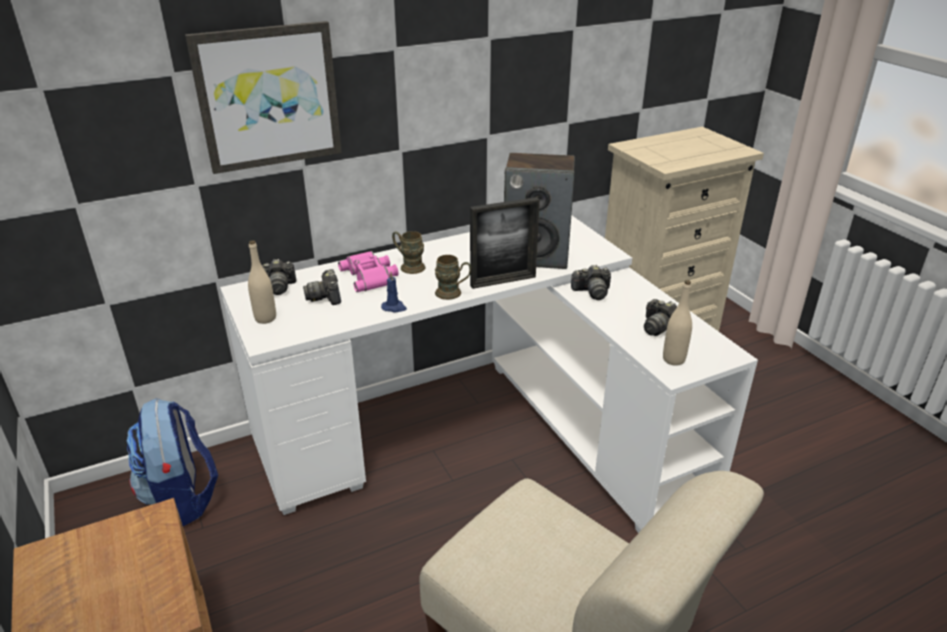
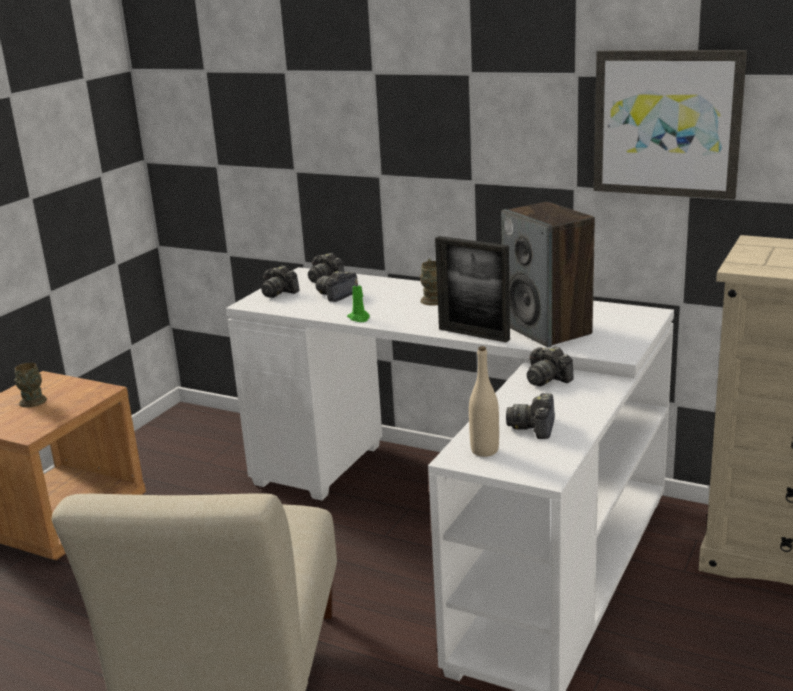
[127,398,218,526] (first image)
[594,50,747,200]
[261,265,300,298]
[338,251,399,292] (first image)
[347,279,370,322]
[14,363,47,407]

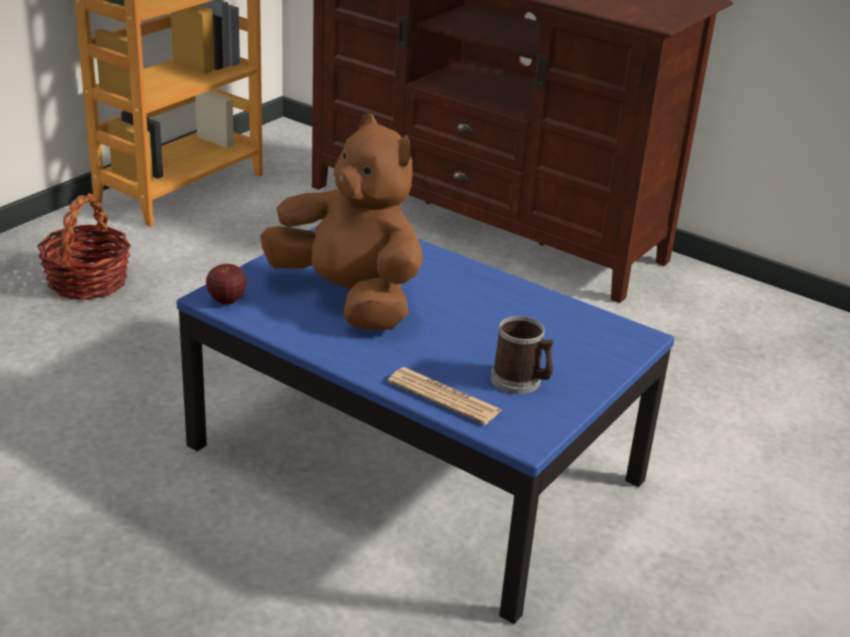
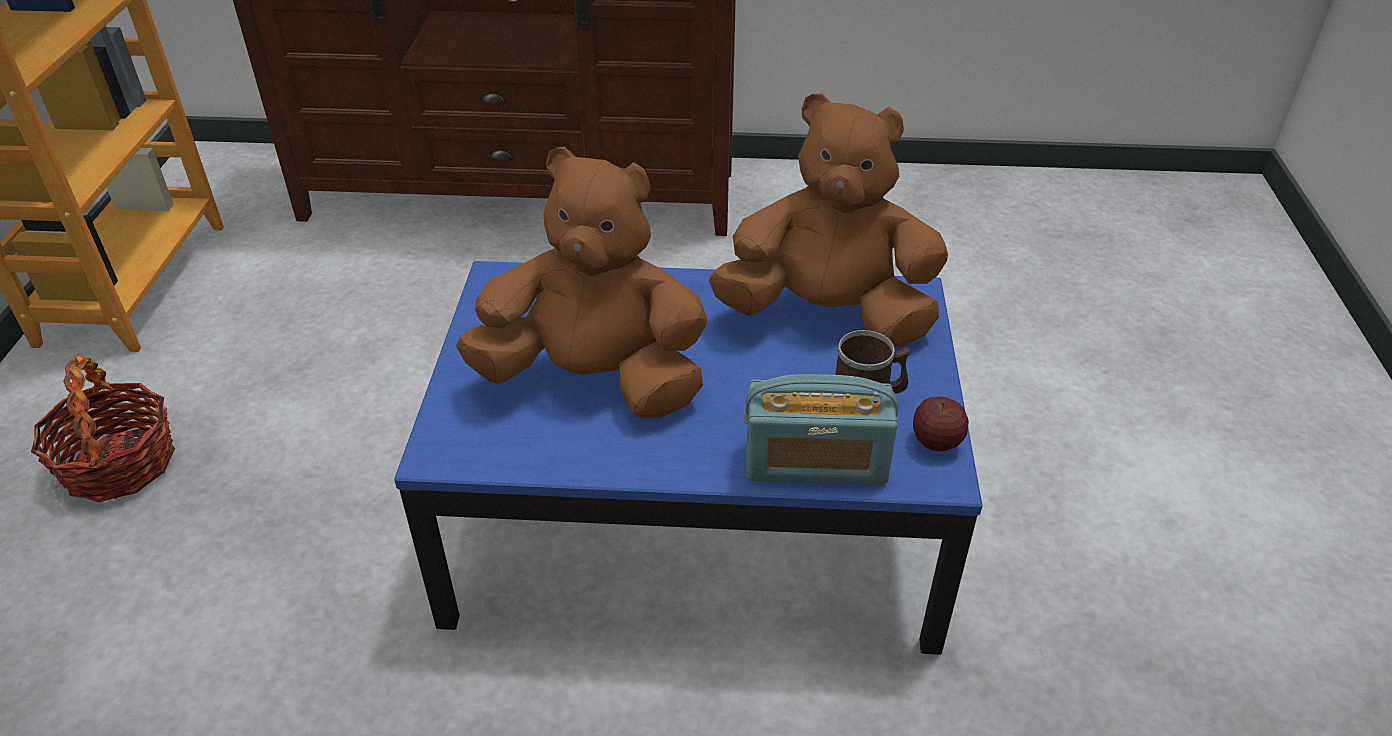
[913,396,969,451]
[744,374,898,485]
[709,93,948,348]

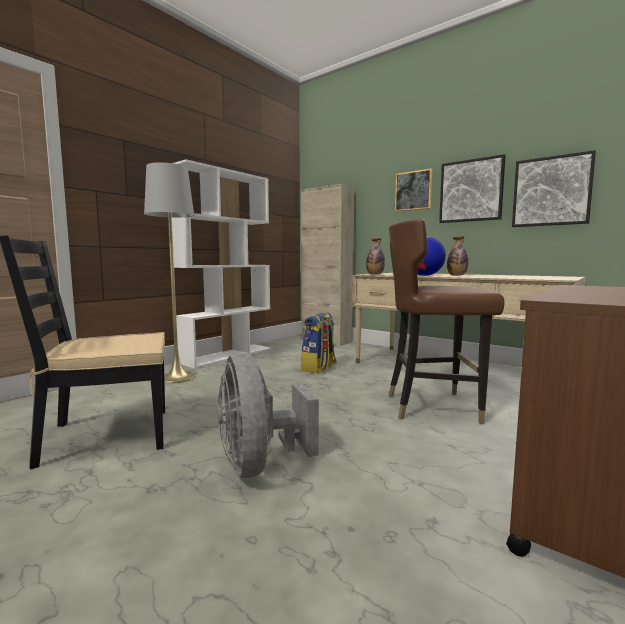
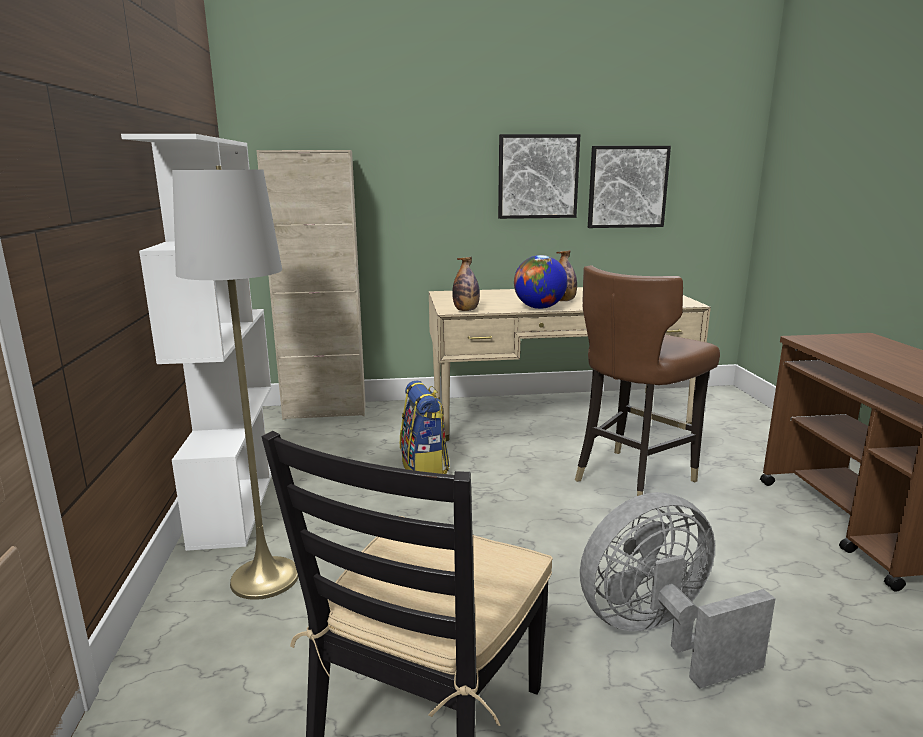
[580,492,776,689]
[395,169,432,212] (first image)

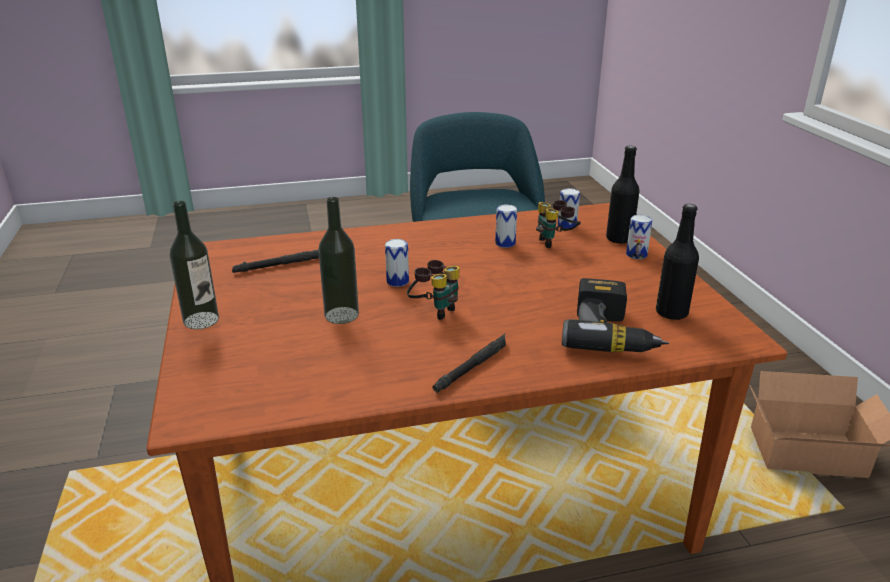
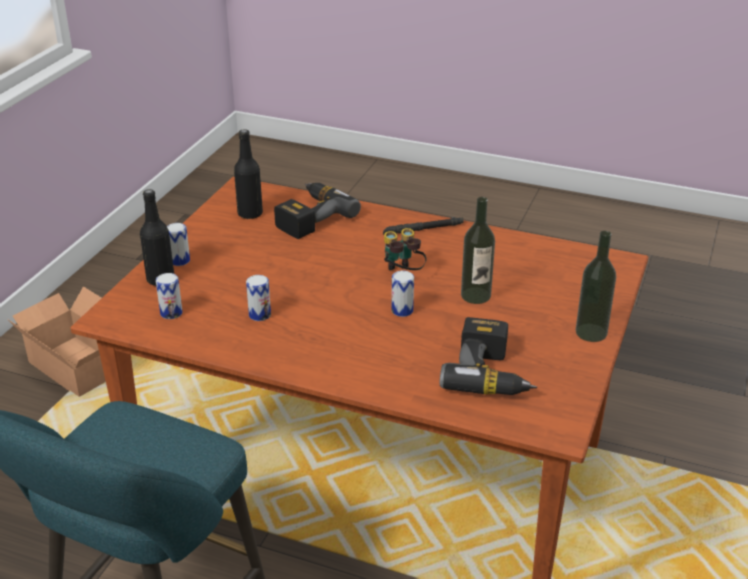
[440,317,537,395]
[536,200,581,248] (first image)

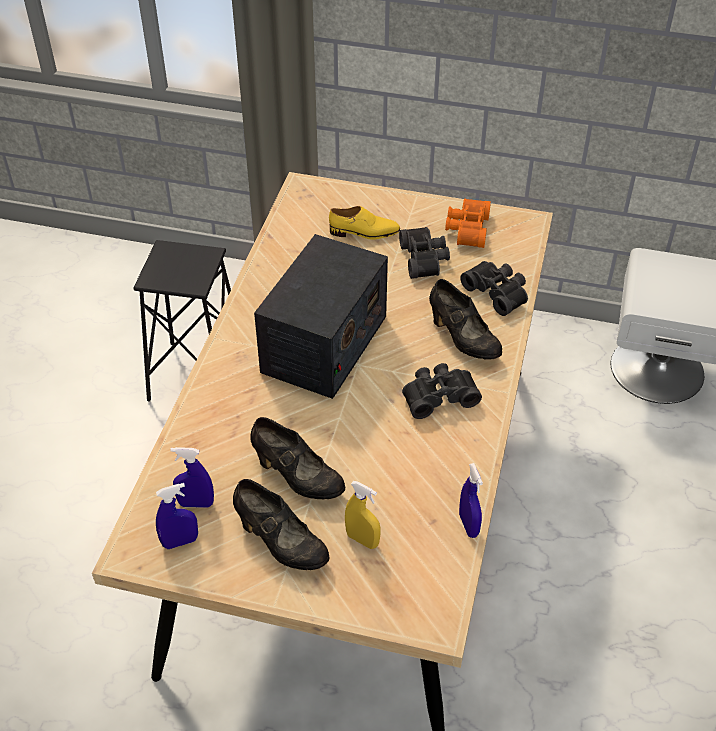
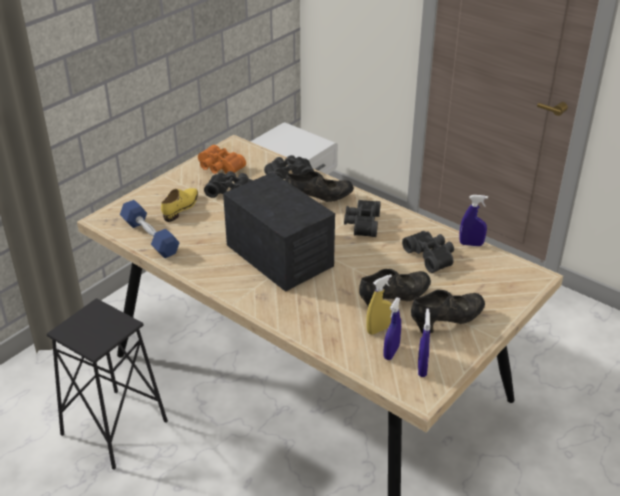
[366,275,392,334]
[120,200,179,258]
[402,231,454,273]

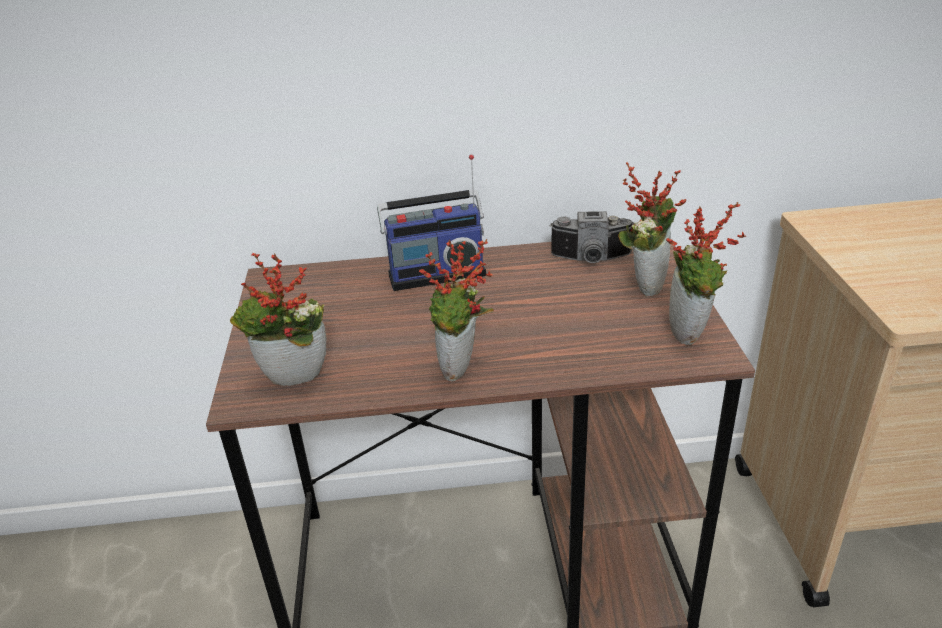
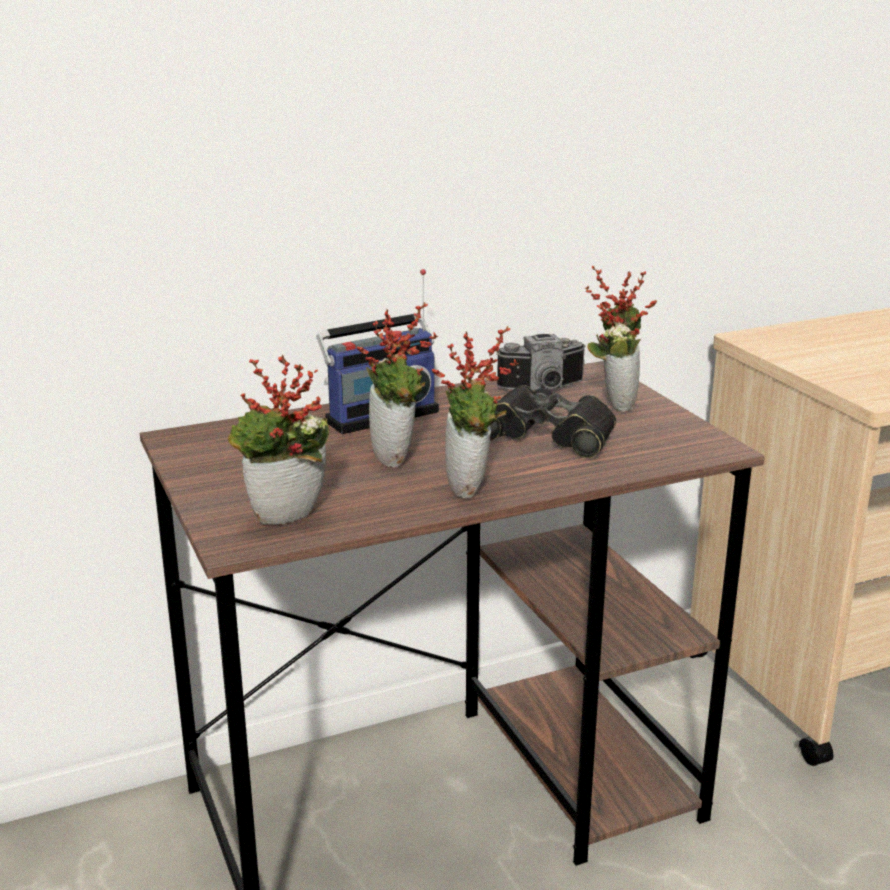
[357,302,438,467]
[490,385,616,458]

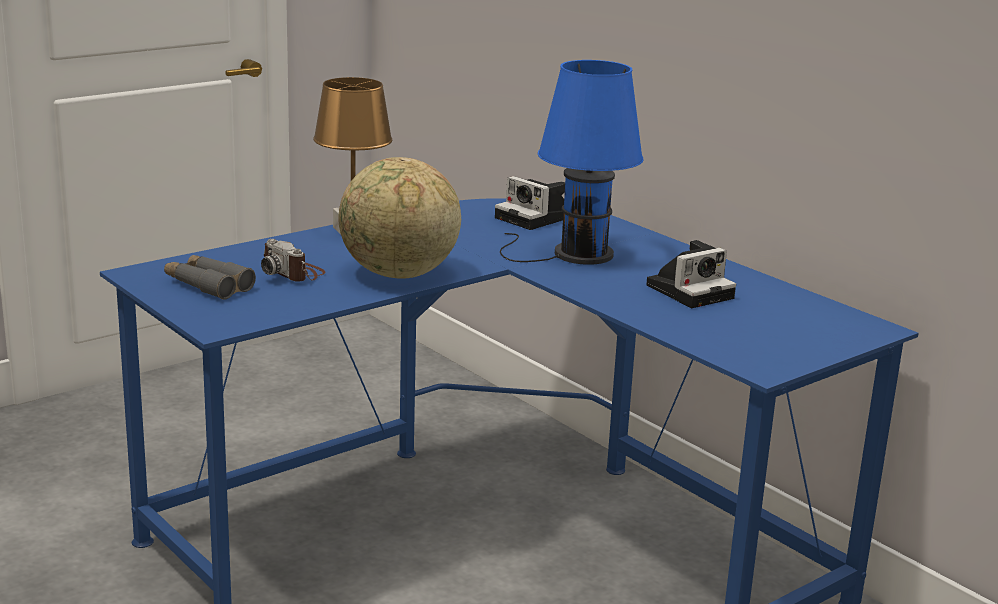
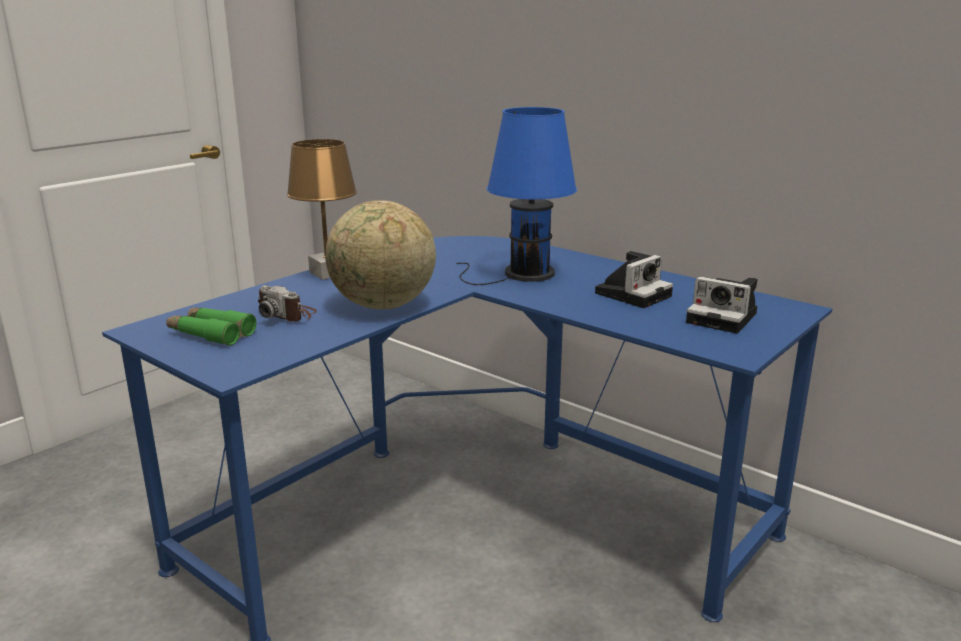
[166,307,257,346]
[686,277,757,334]

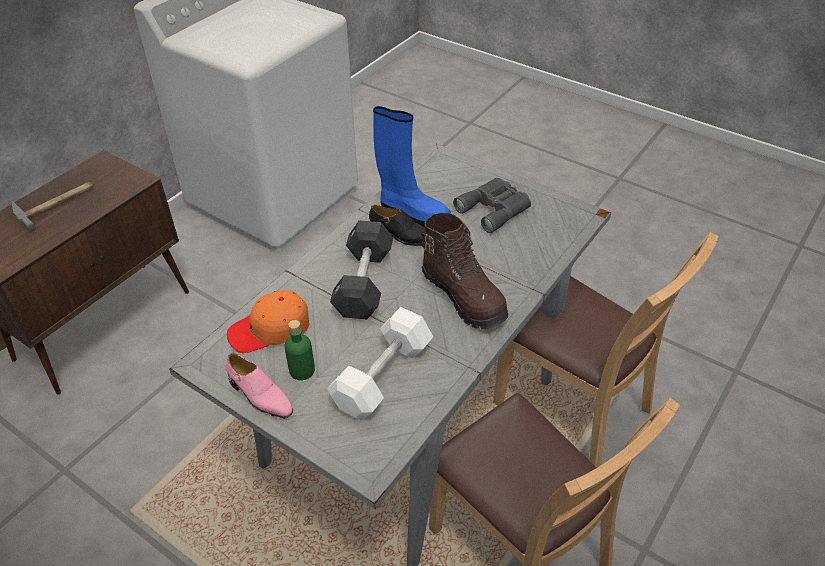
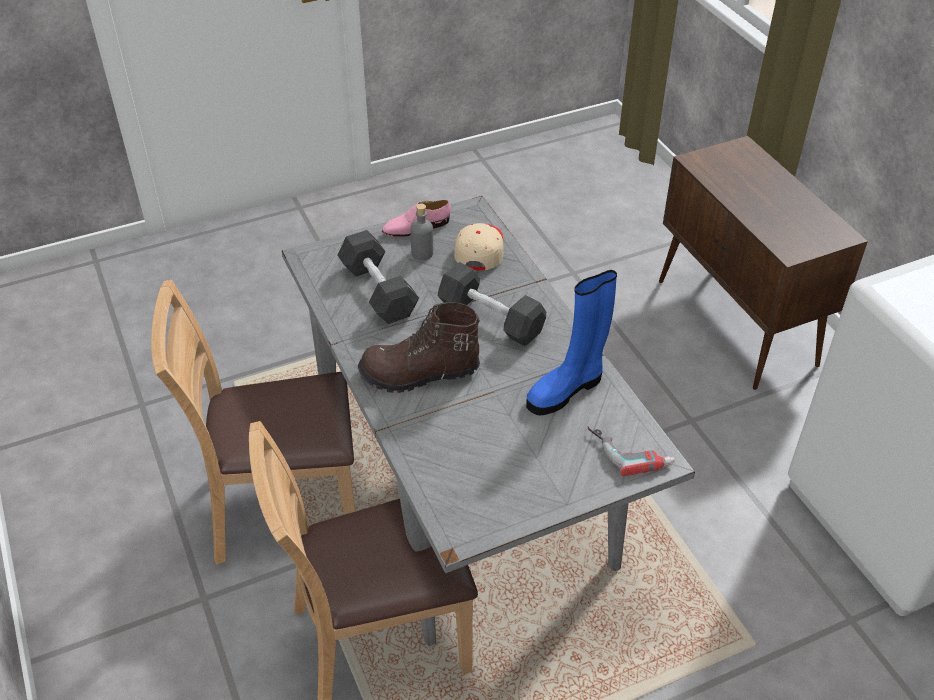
[11,182,93,231] (first image)
[454,223,504,270]
[410,204,433,260]
[337,230,419,324]
[369,205,425,246] (first image)
[453,178,531,233] (first image)
[588,426,675,476]

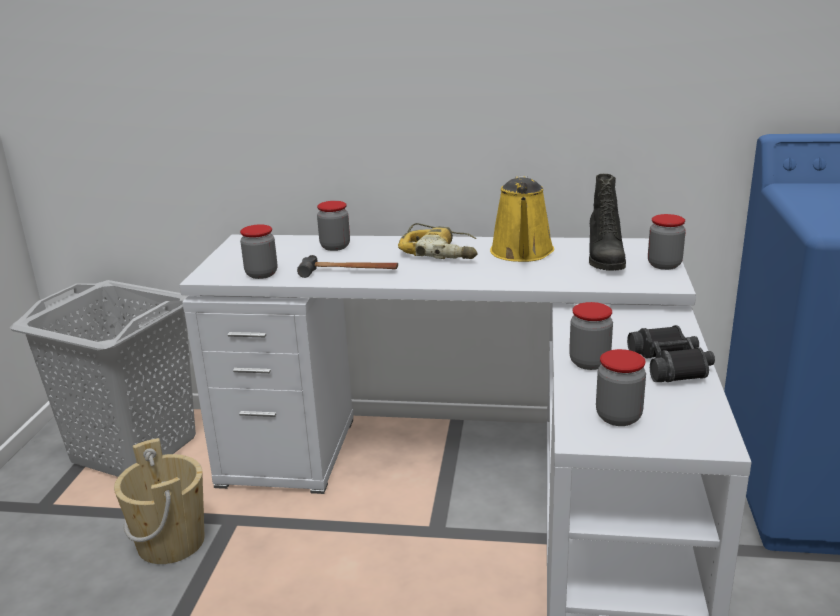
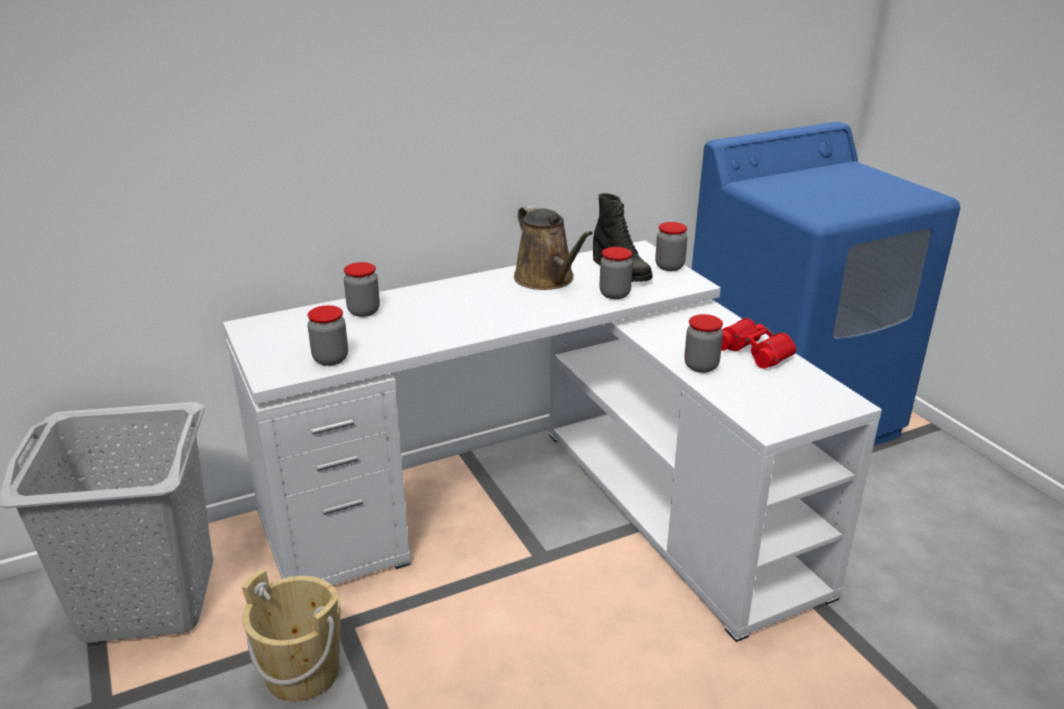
[297,255,398,278] (first image)
[398,223,478,259] (first image)
[514,205,593,290]
[600,247,633,299]
[721,318,796,369]

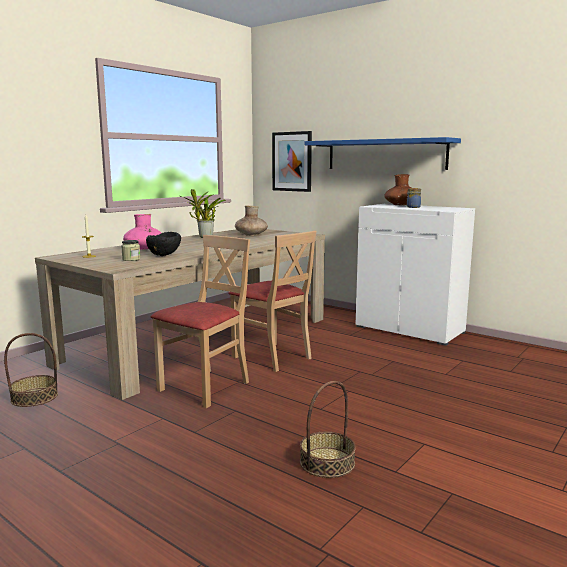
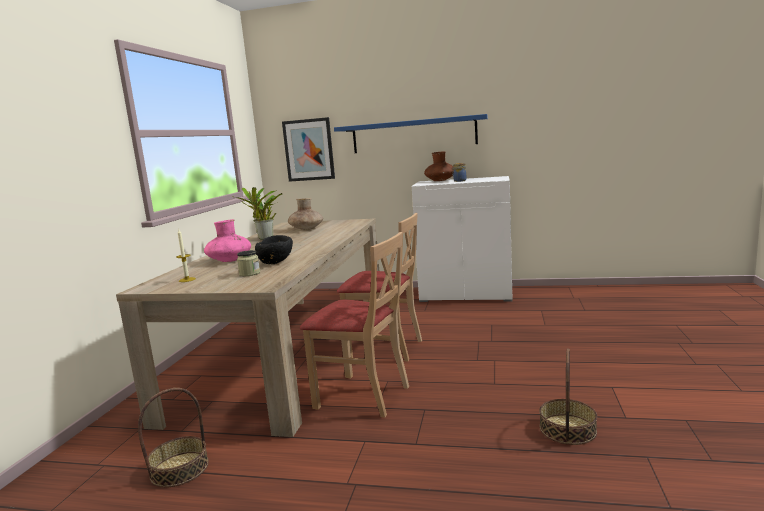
[300,232,409,418]

